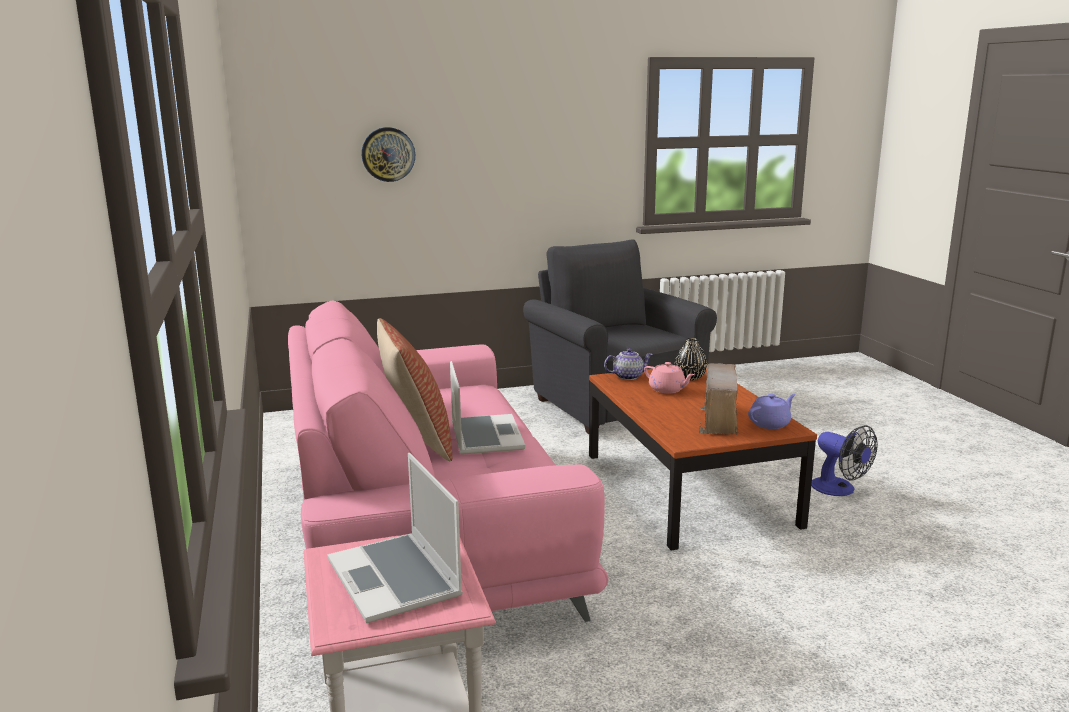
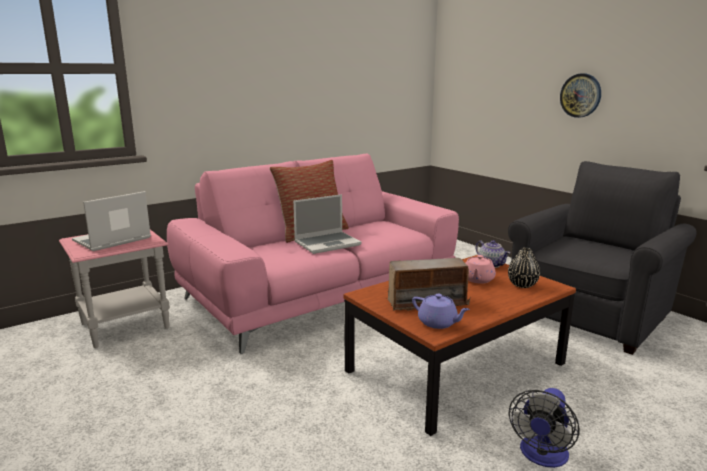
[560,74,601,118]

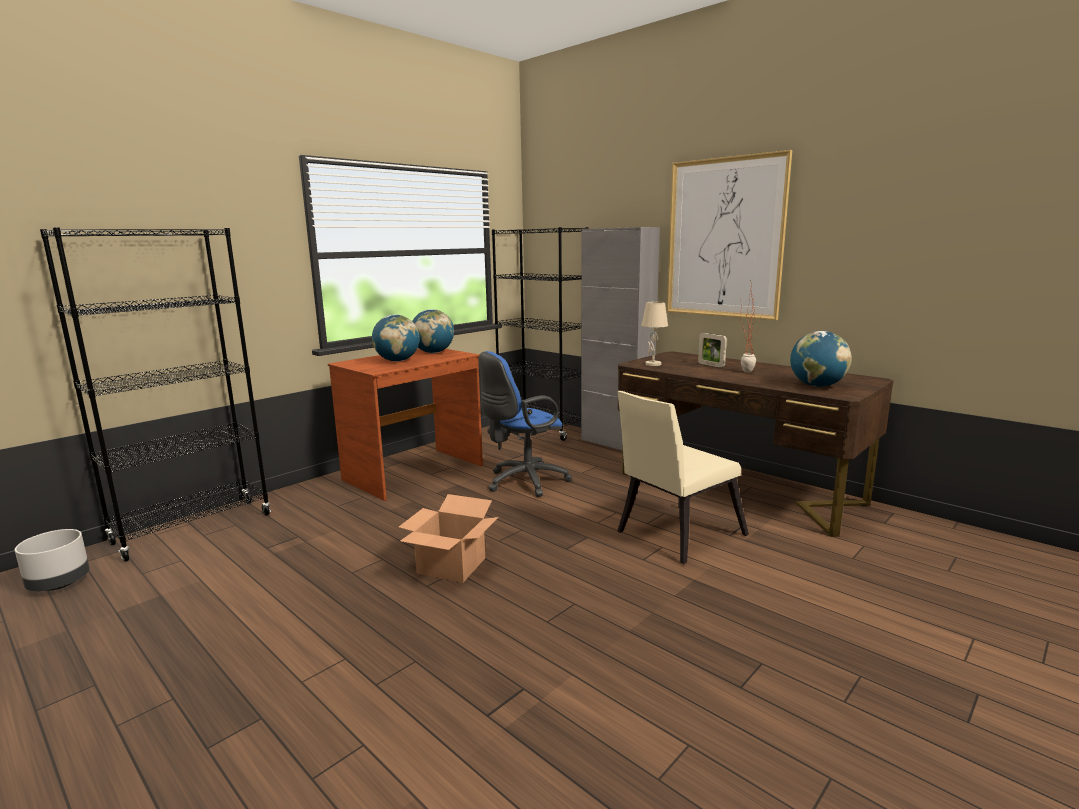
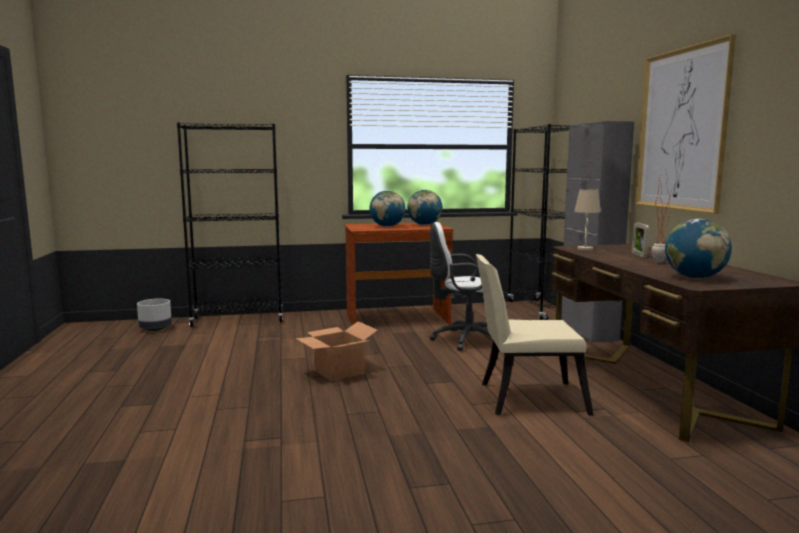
[429,222,491,351]

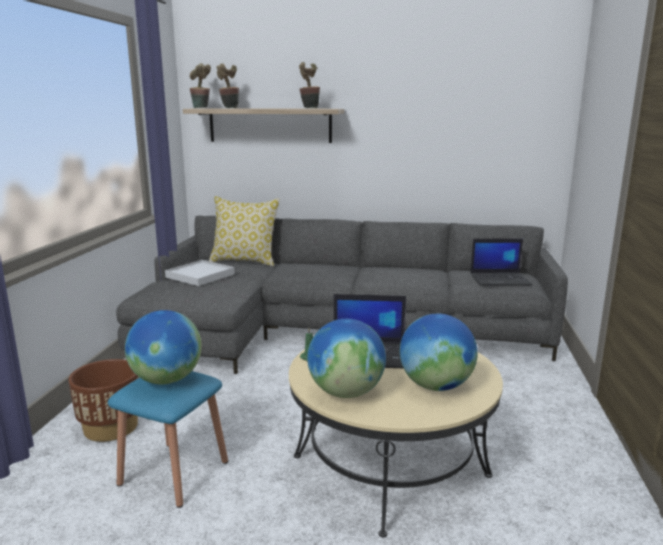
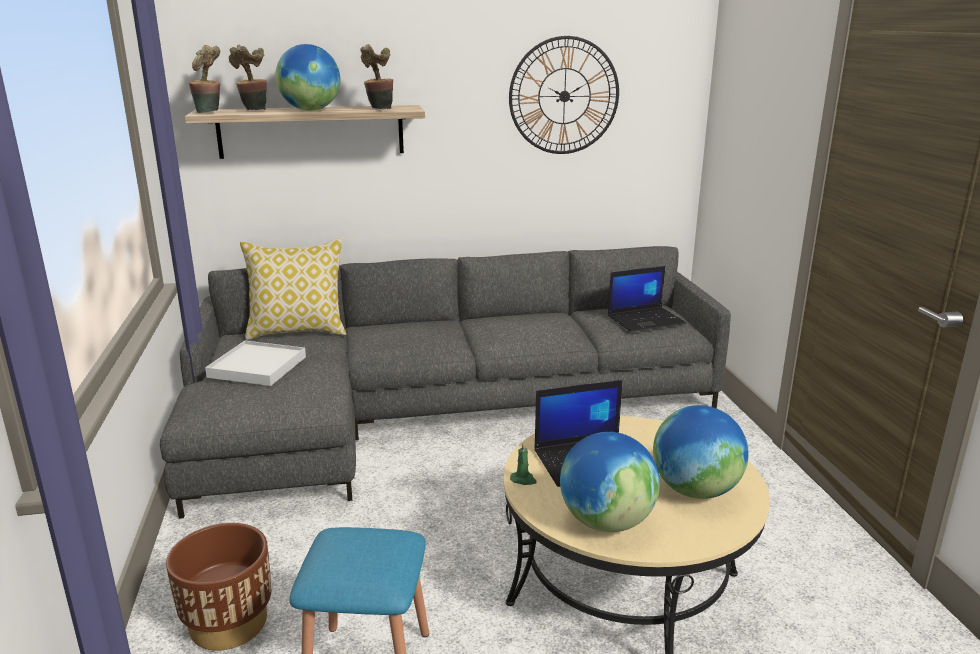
[275,44,340,111]
[509,36,619,154]

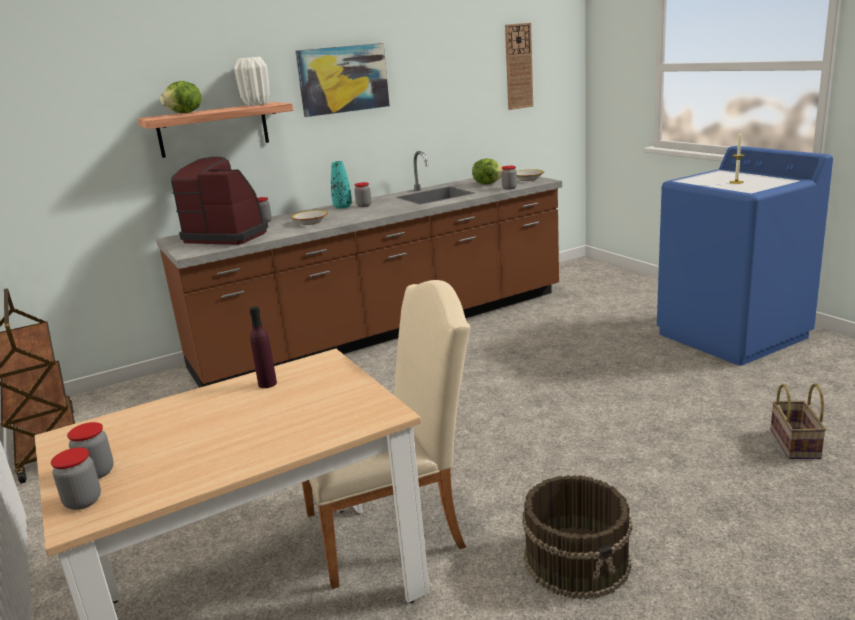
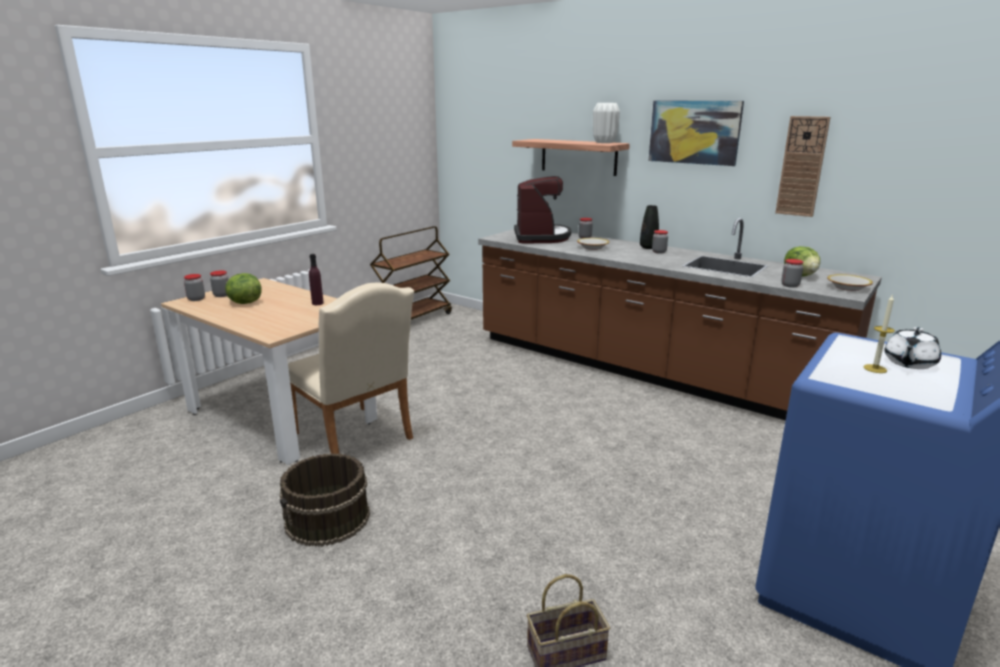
[225,273,262,304]
[640,205,659,249]
[775,116,830,217]
[884,327,941,369]

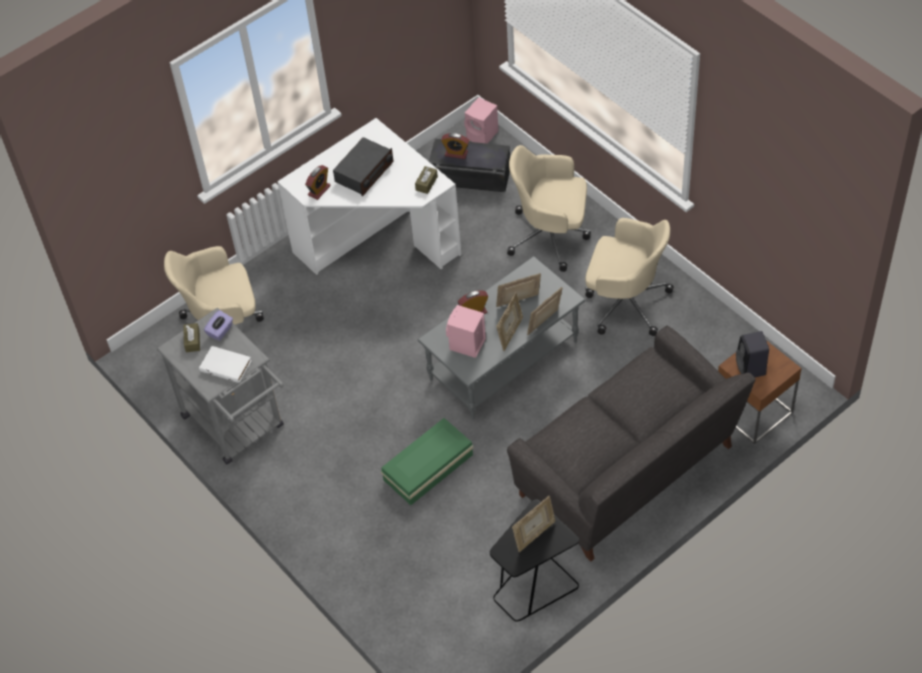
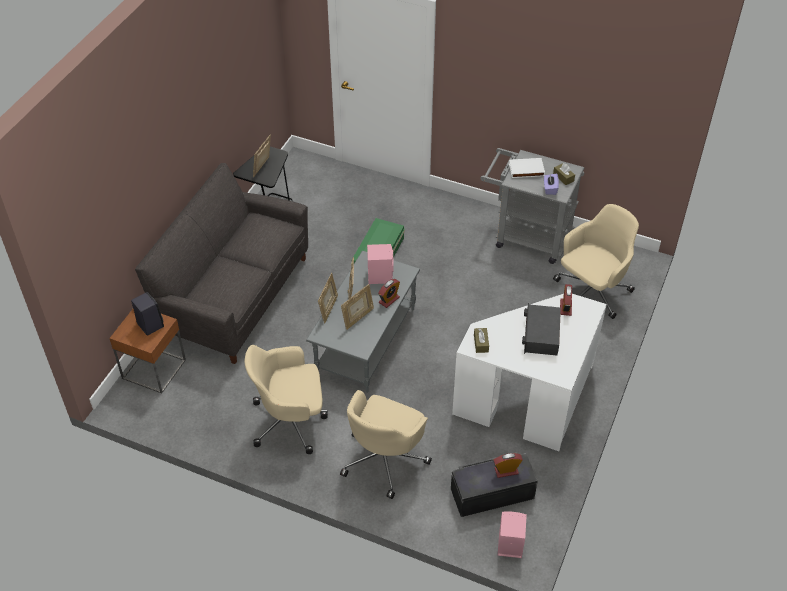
[340,390,432,499]

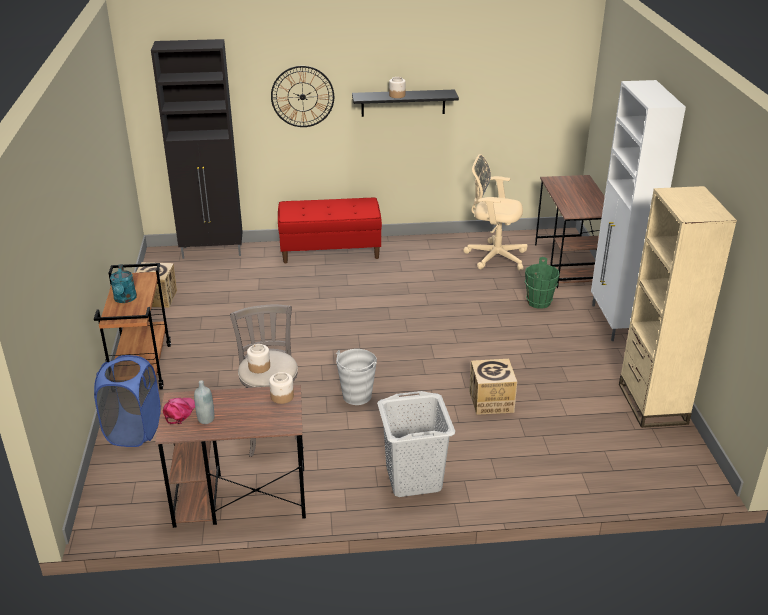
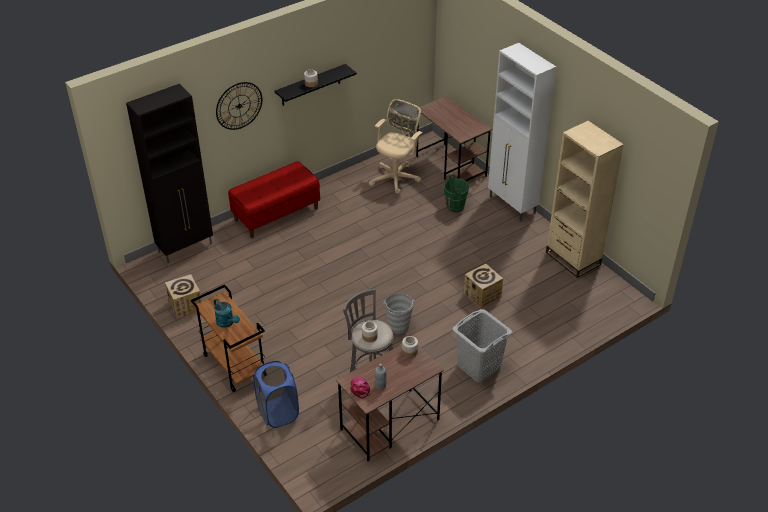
[369,99,423,194]

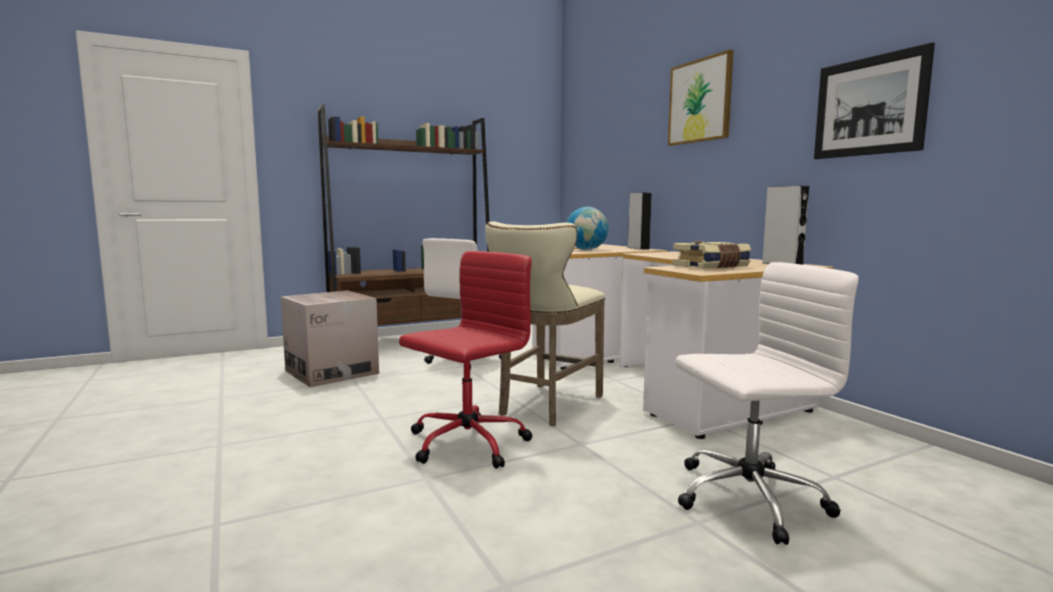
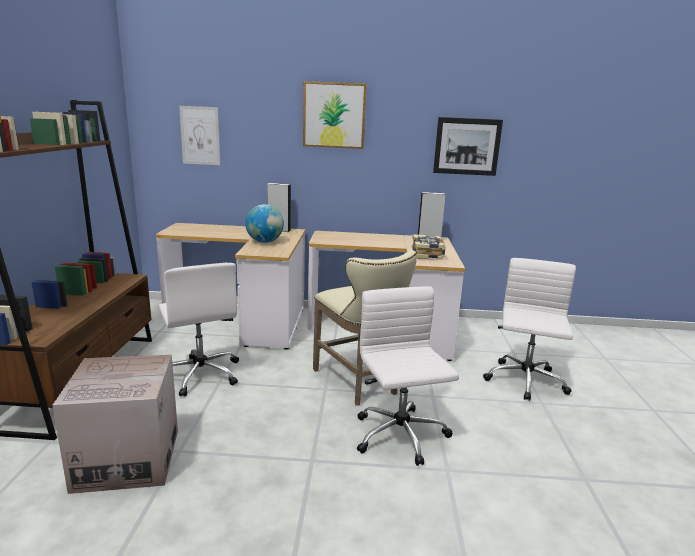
[357,286,459,466]
[179,106,220,165]

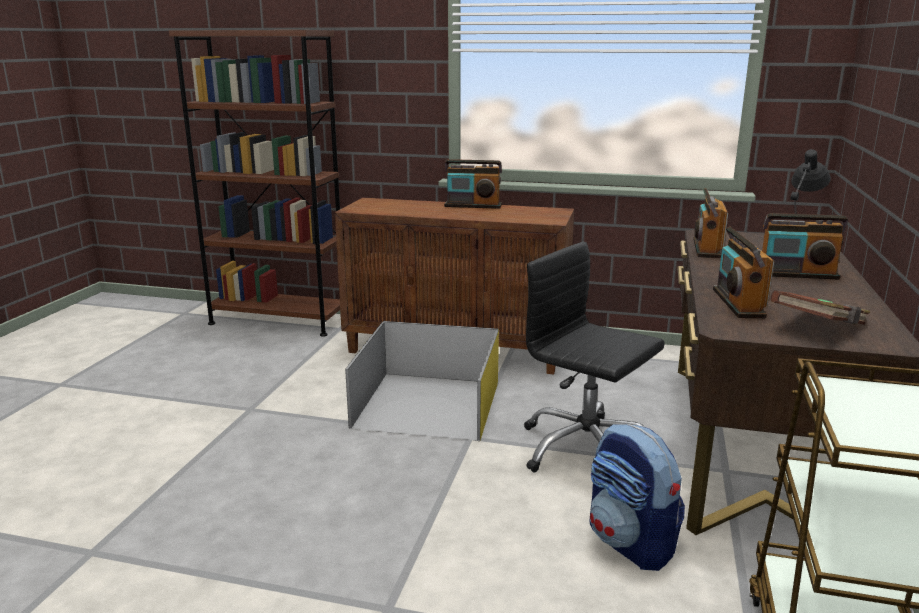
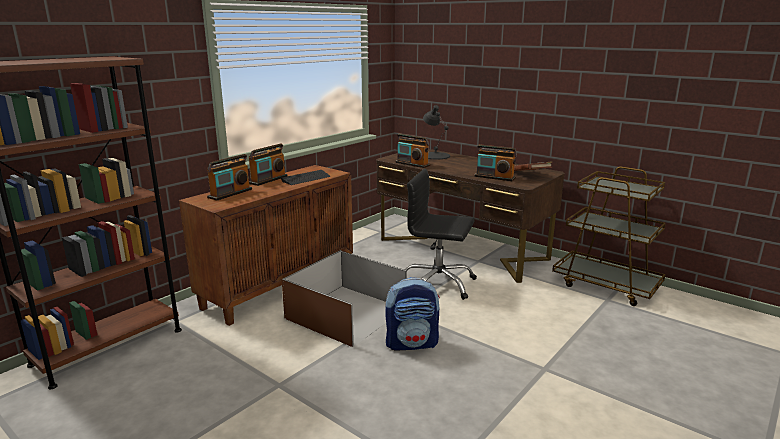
[282,250,407,347]
[405,169,477,300]
[386,277,440,350]
[207,154,252,201]
[281,170,330,185]

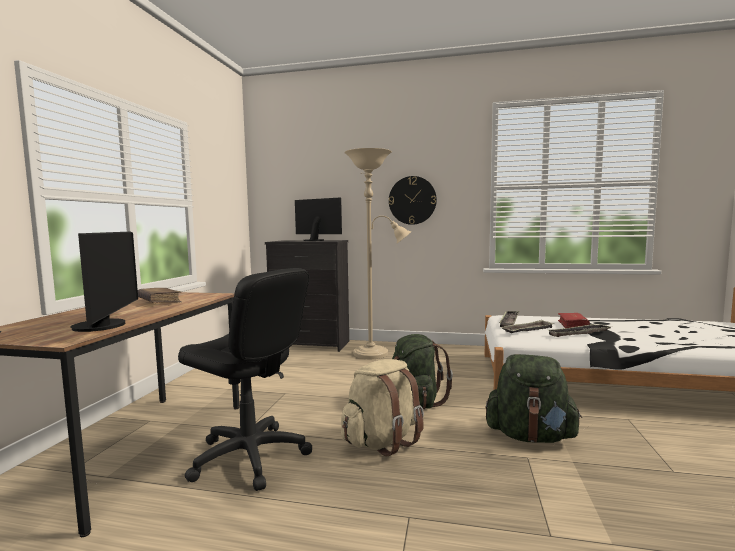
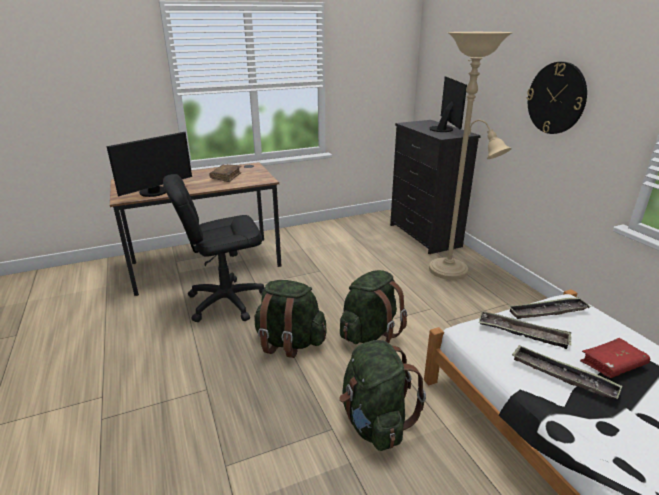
[163,174,265,322]
[254,280,327,358]

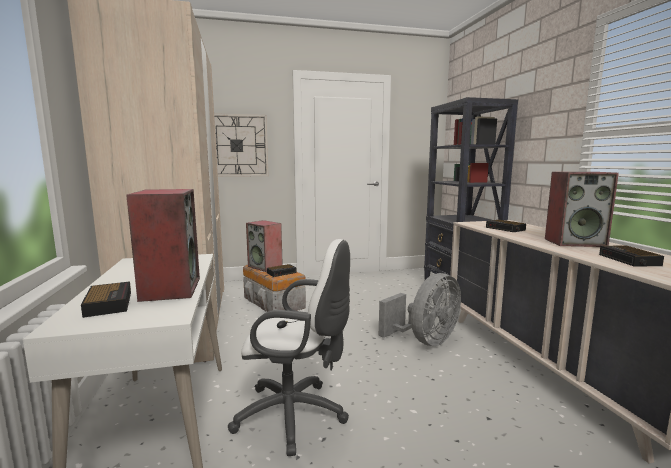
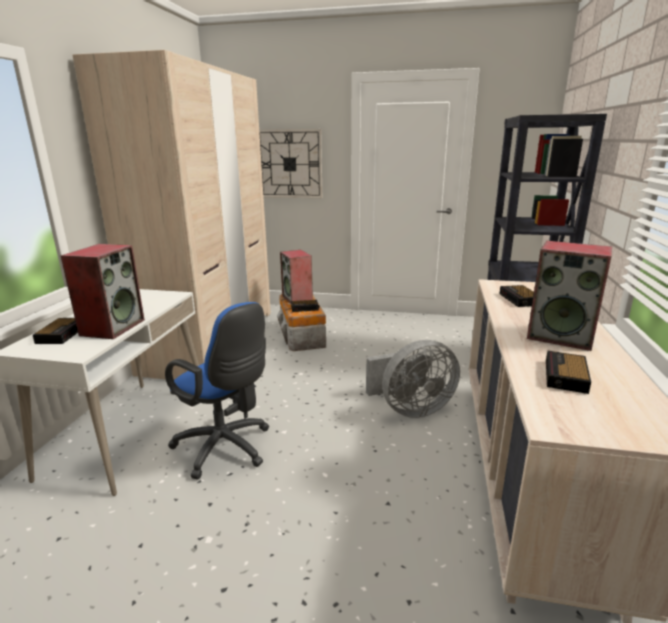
[165,302,269,480]

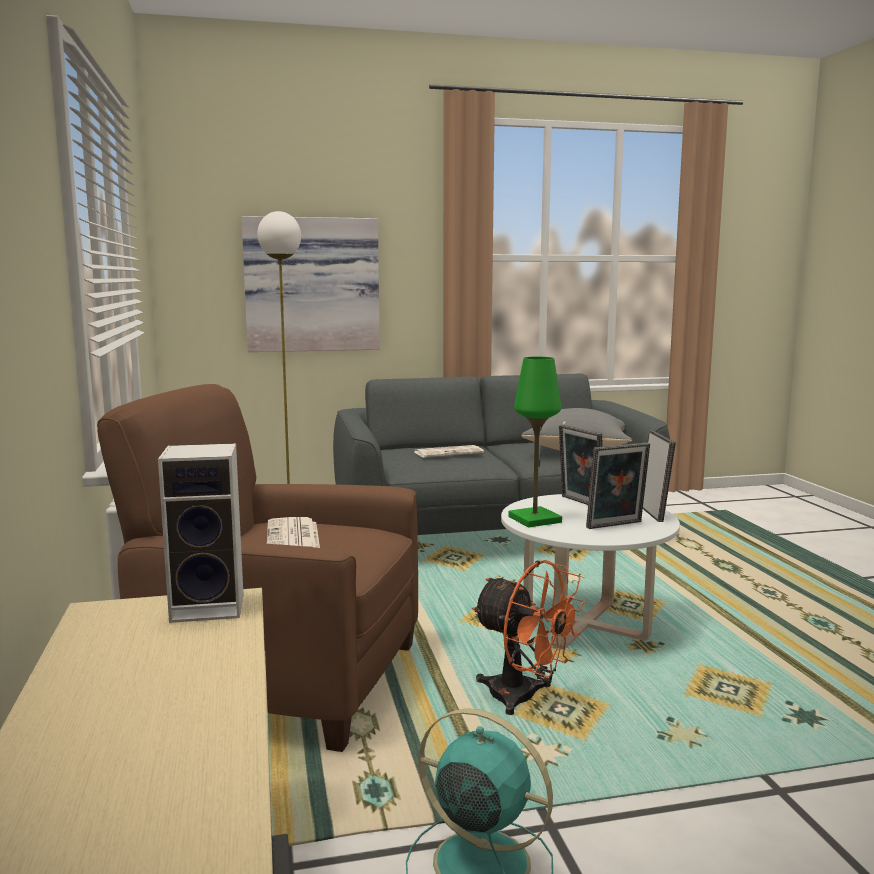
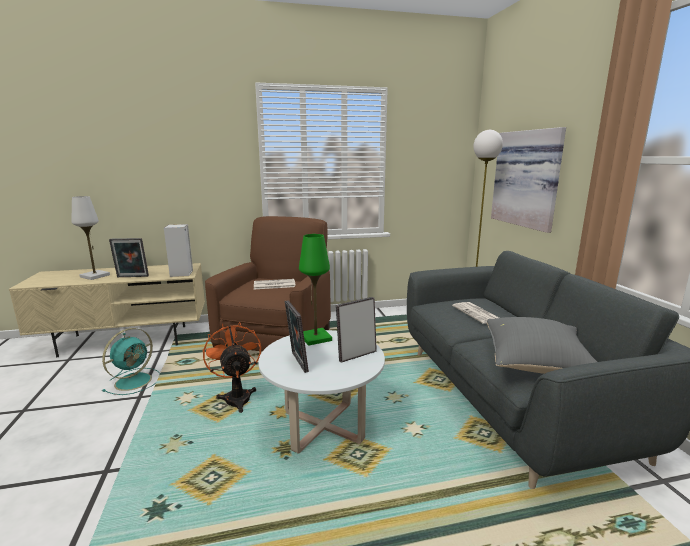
[203,322,261,413]
[109,238,149,277]
[71,196,110,280]

